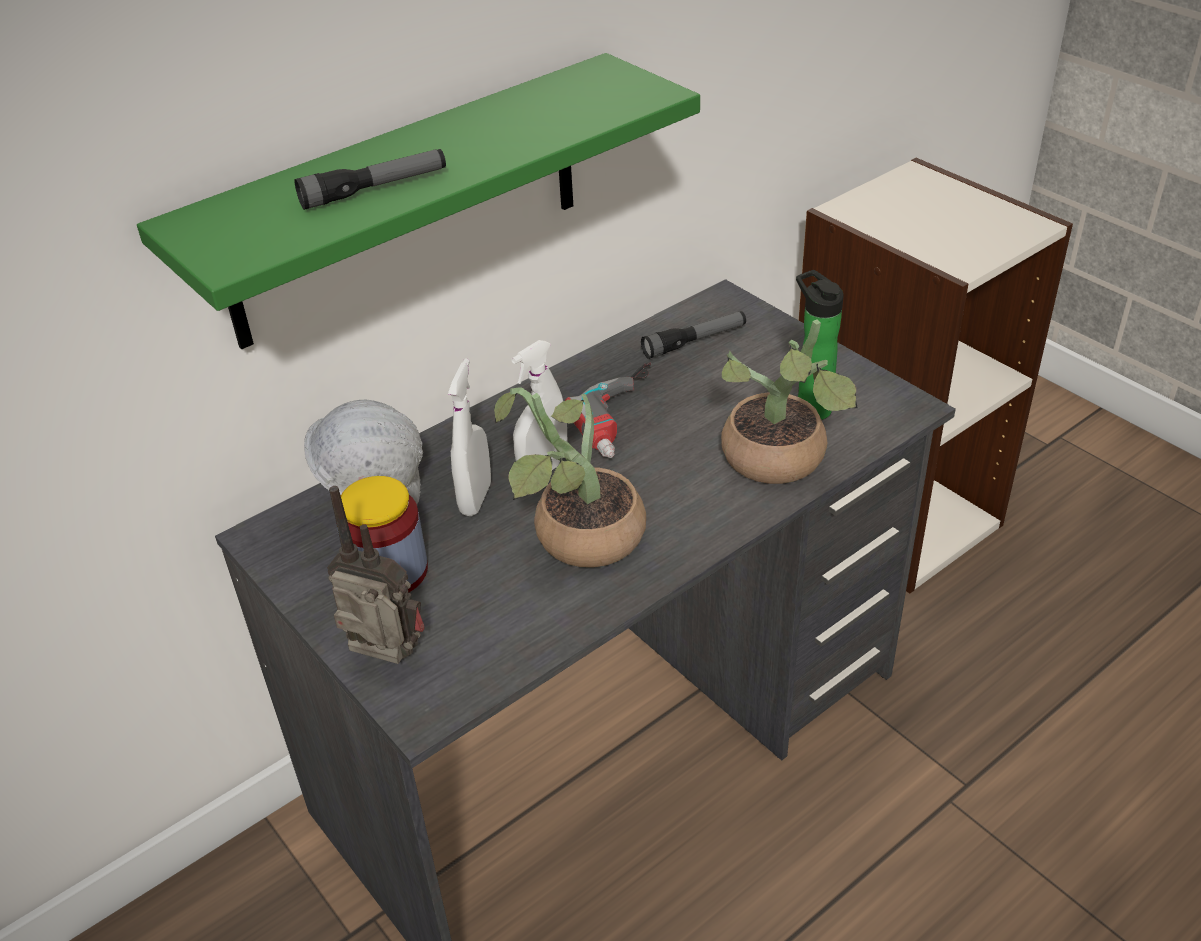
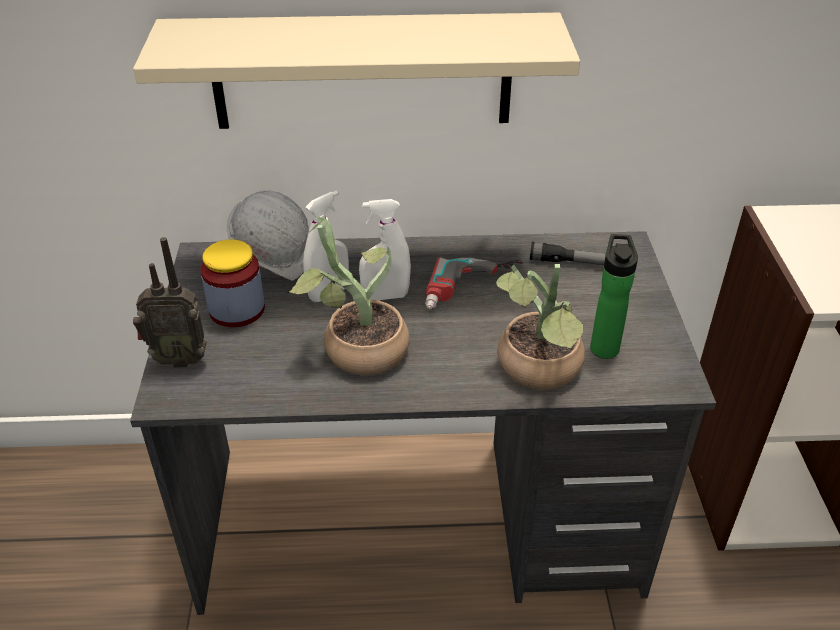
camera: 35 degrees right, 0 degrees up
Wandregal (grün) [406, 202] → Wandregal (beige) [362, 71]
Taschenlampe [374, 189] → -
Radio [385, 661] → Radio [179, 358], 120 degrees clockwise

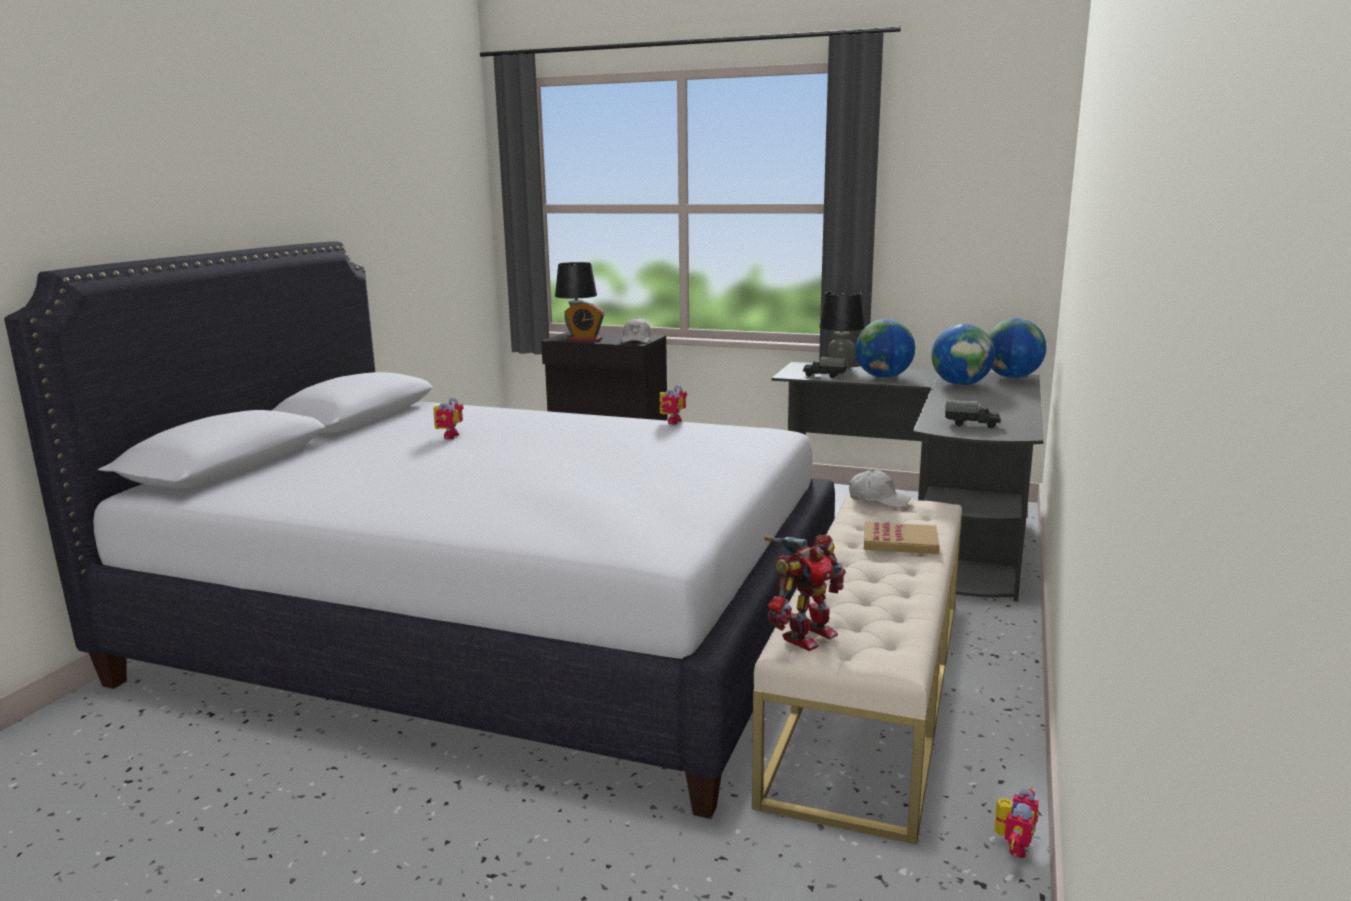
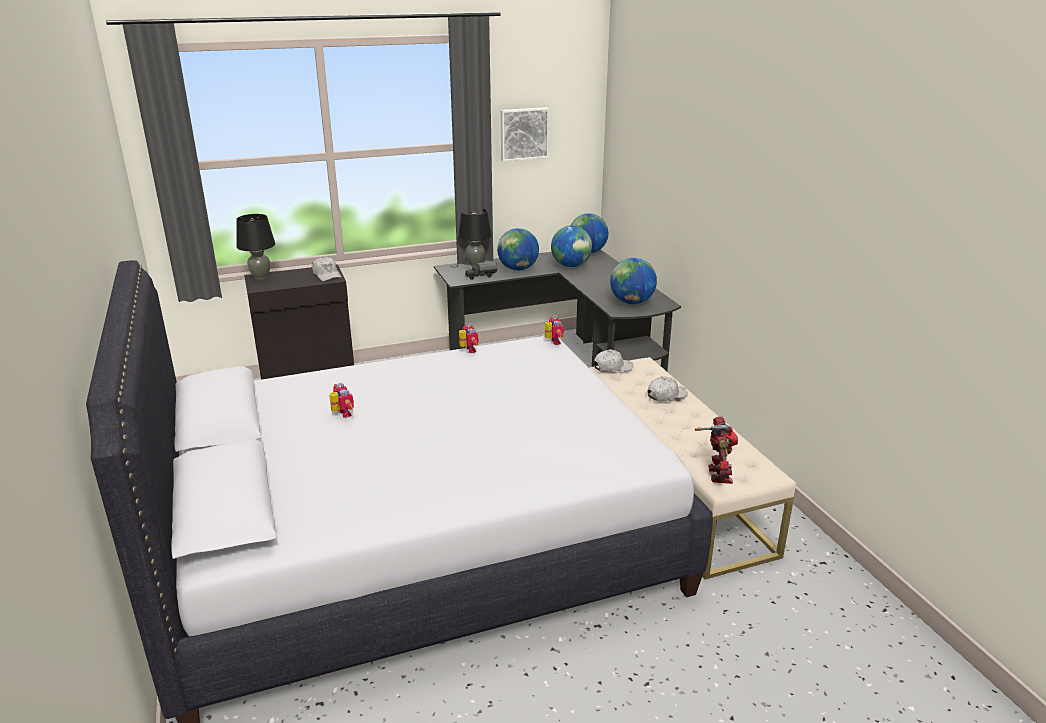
camera: 40 degrees left, 10 degrees up
Wecker [585, 340] → -
Spielzeuglaster [972, 425] → Globus [631, 302]
Buch [900, 542] → Kappe (weiß) [666, 395]
Spielzeugroboter [1012, 845] → Spielzeugroboter [553, 342], relocated
- → Bild [523, 133]

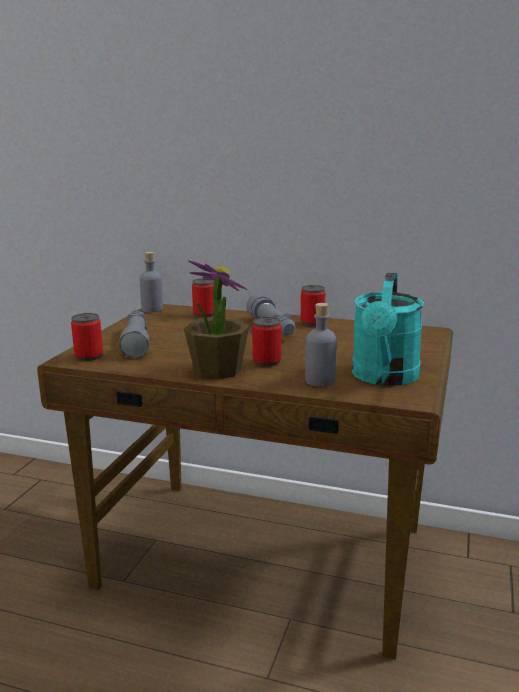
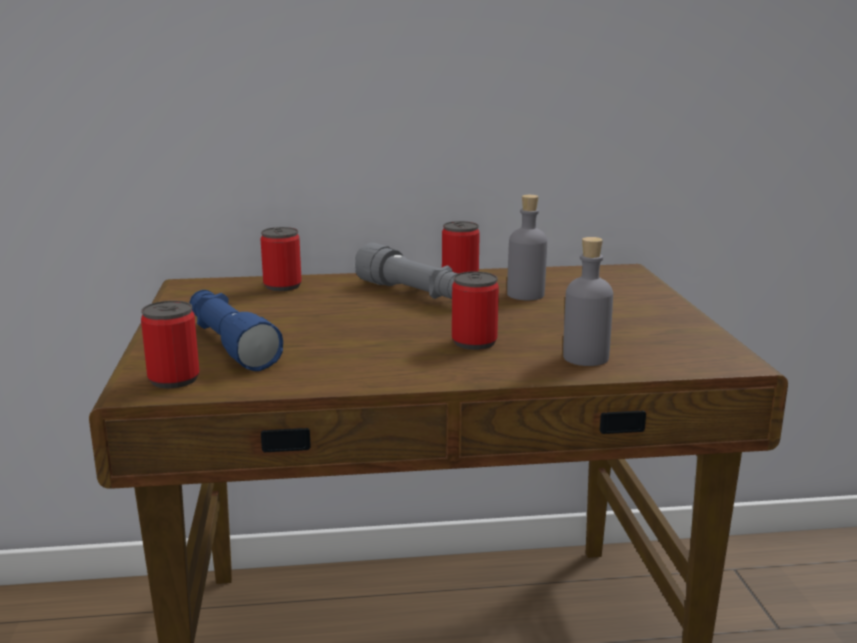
camera: 25 degrees left, 0 degrees up
Flasche (grau) [152, 309] → Flasche (grau) [525, 295], relocated
Topfpflanze [217, 370] → -
Gießkanne (türkis) [384, 378] → -
Taschenlampe (grau) [136, 343] → Taschenlampe (blau) [229, 344]

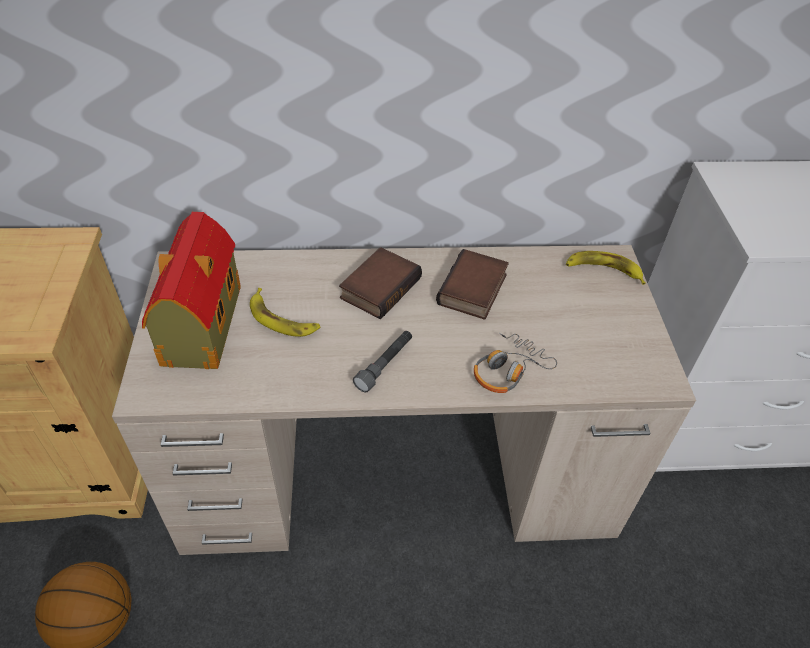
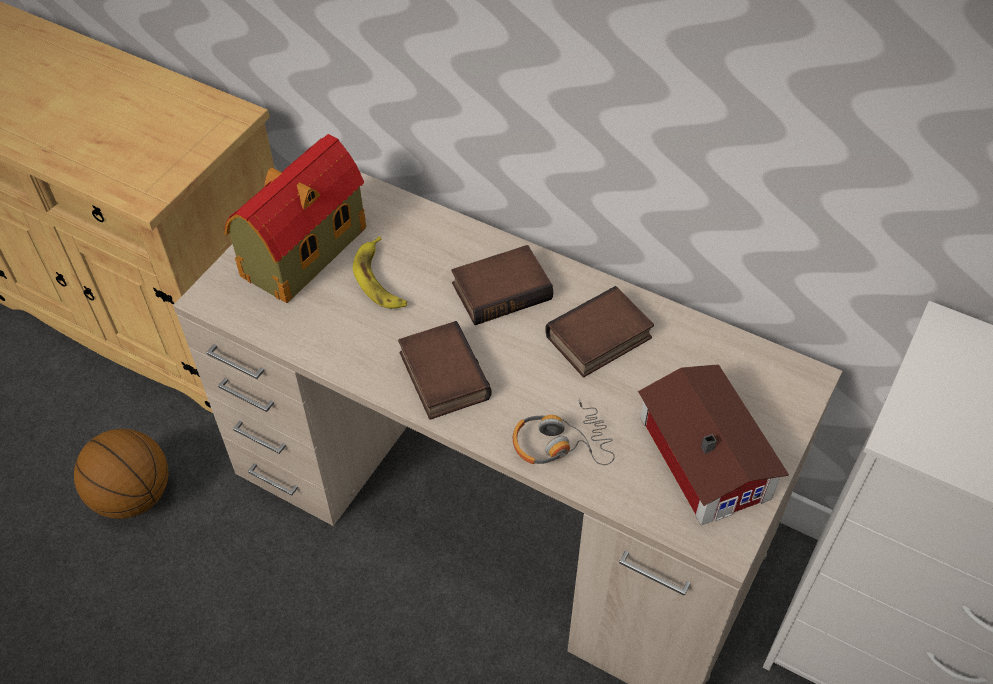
camera: 35 degrees right, 5 degrees up
Banane [603, 270] → -
Taschenlampe (grau) [385, 365] → Buch [440, 375]
- → Spielzeughaus [705, 453]

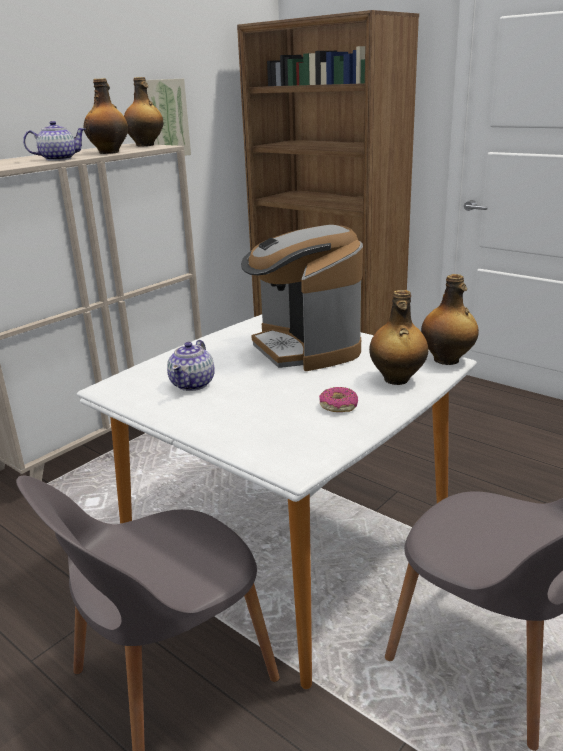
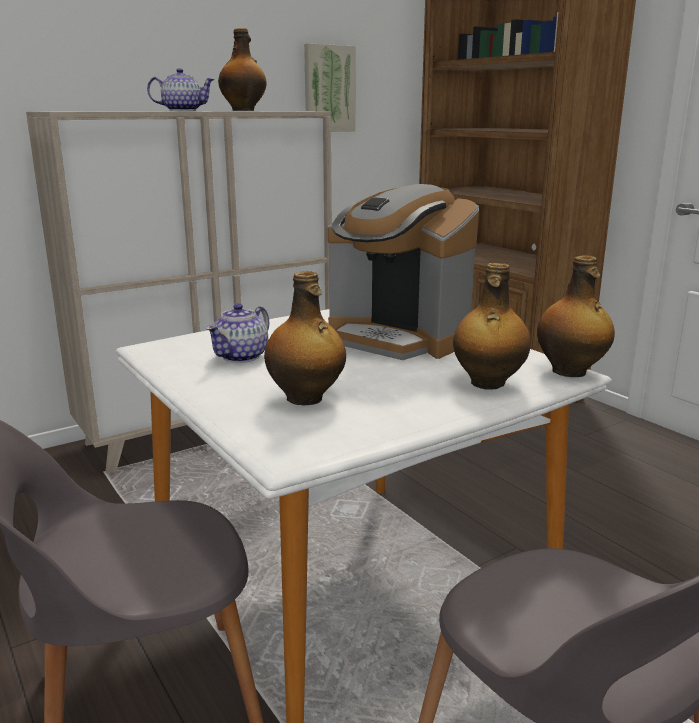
camera: 15 degrees right, 5 degrees down
Flasche [146, 145] → Flasche [305, 398], relocated
Kaffeemaschine [305, 348] → Kaffeemaschine [398, 338], 45 degrees counterclockwise
Donut [338, 406] → -

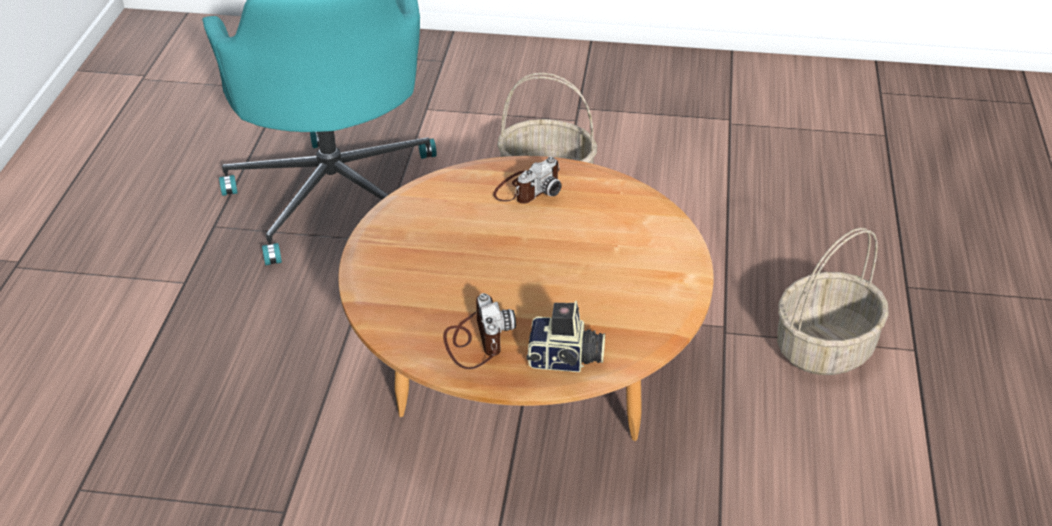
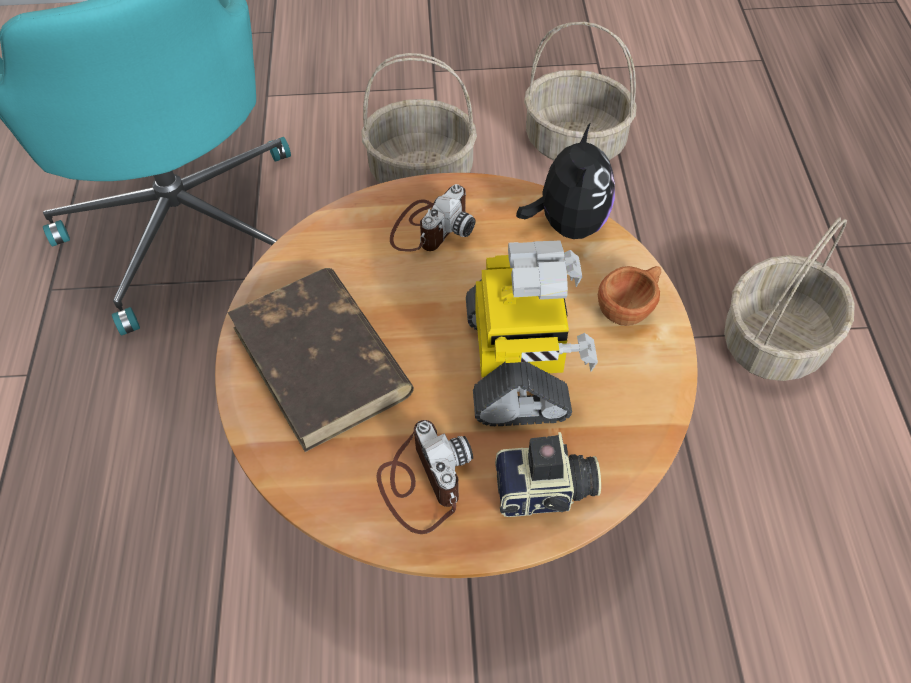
camera: 10 degrees left, 15 degrees up
- → Korb [573, 143]
- → Plüschtier [568, 224]
- → Spielzeugroboter [519, 364]
- → Tasse (braun) [630, 307]
- → Buch (braun) [322, 362]

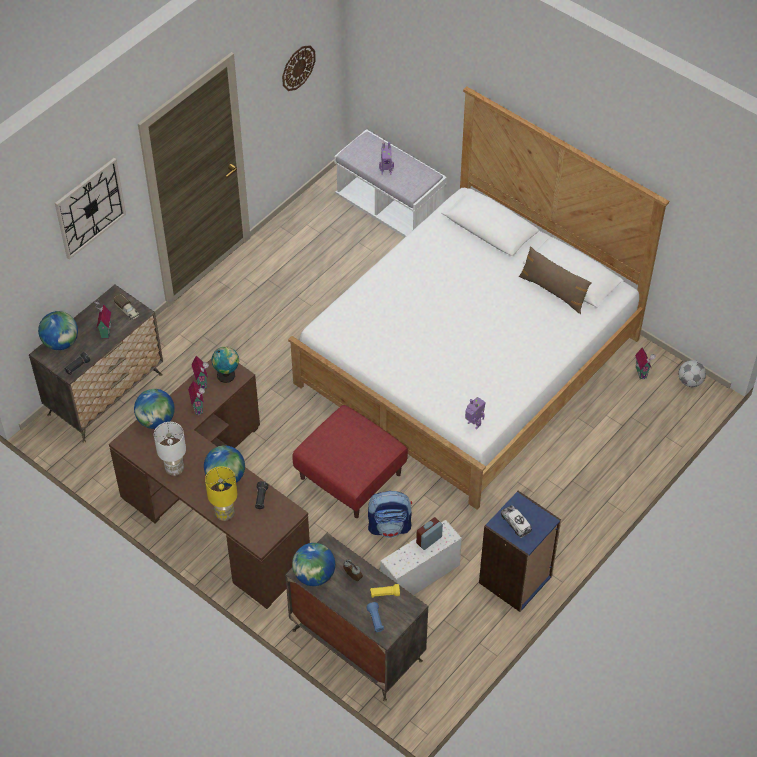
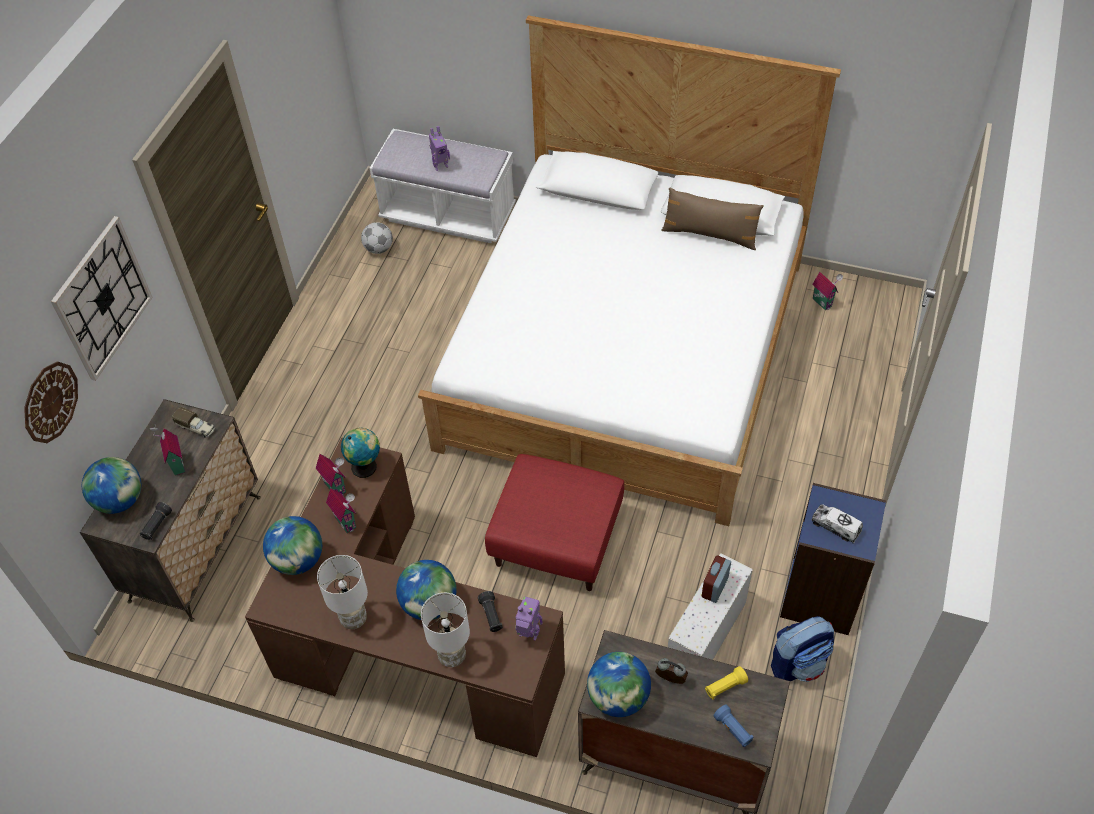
camera: 20 degrees left, 0 degrees up
Wanduhr [298, 67] → Wanduhr [50, 402], relocated
Fußball [690, 381] → Fußball [379, 248], relocated
Spielzeugroboter [473, 424] → Spielzeugroboter [528, 634], relocated
Tischlampe (gelb) [224, 514] → Tischlampe (weiß) [451, 656]
Rucksack [390, 526] → Rucksack [798, 663], relocated

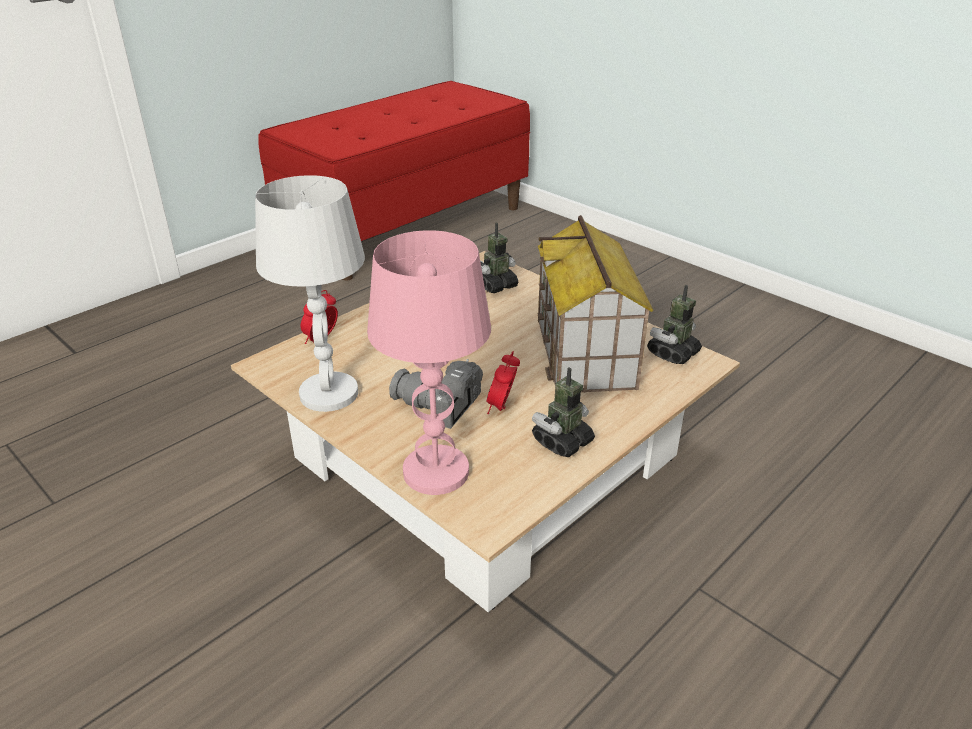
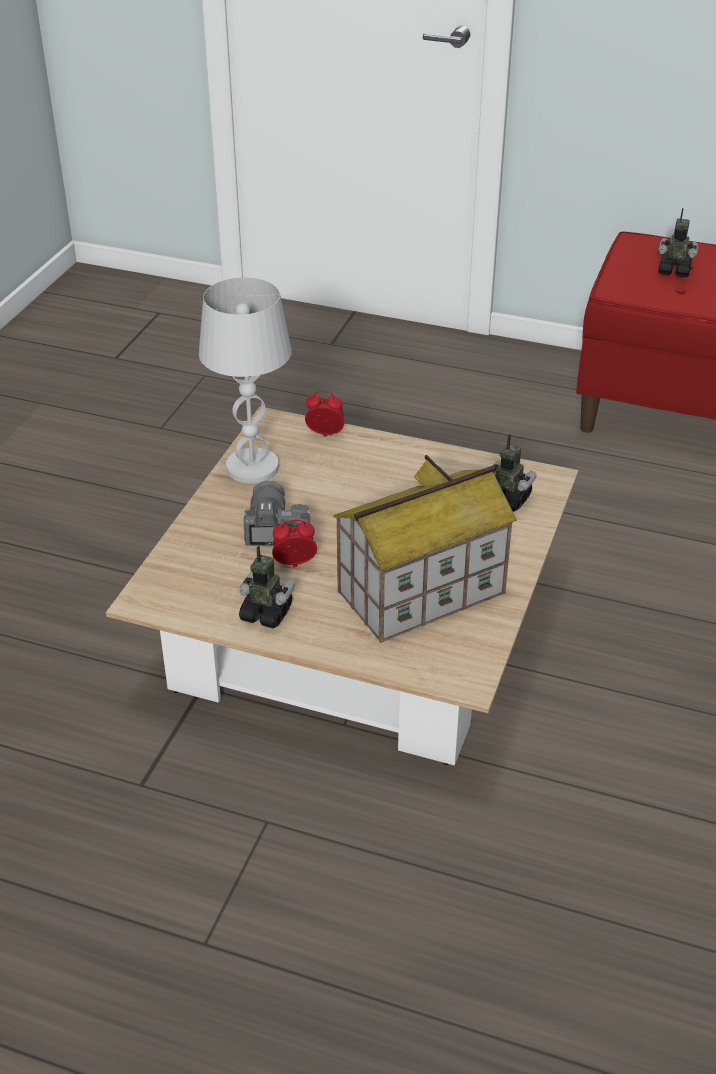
camera: 65 degrees right, 5 degrees up
Tischlampe (rosa) [436, 471] → -
Spielzeugroboter [673, 353] → Spielzeugroboter [674, 270], relocated

